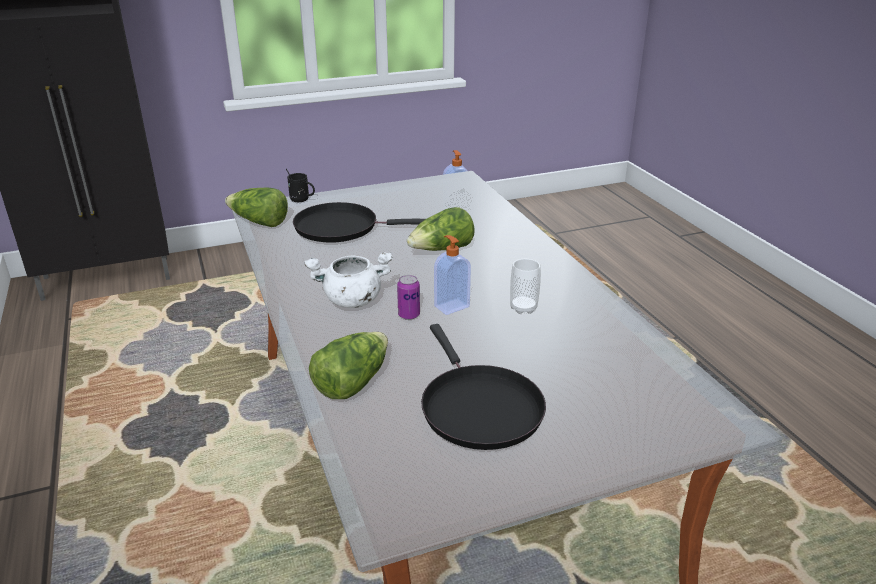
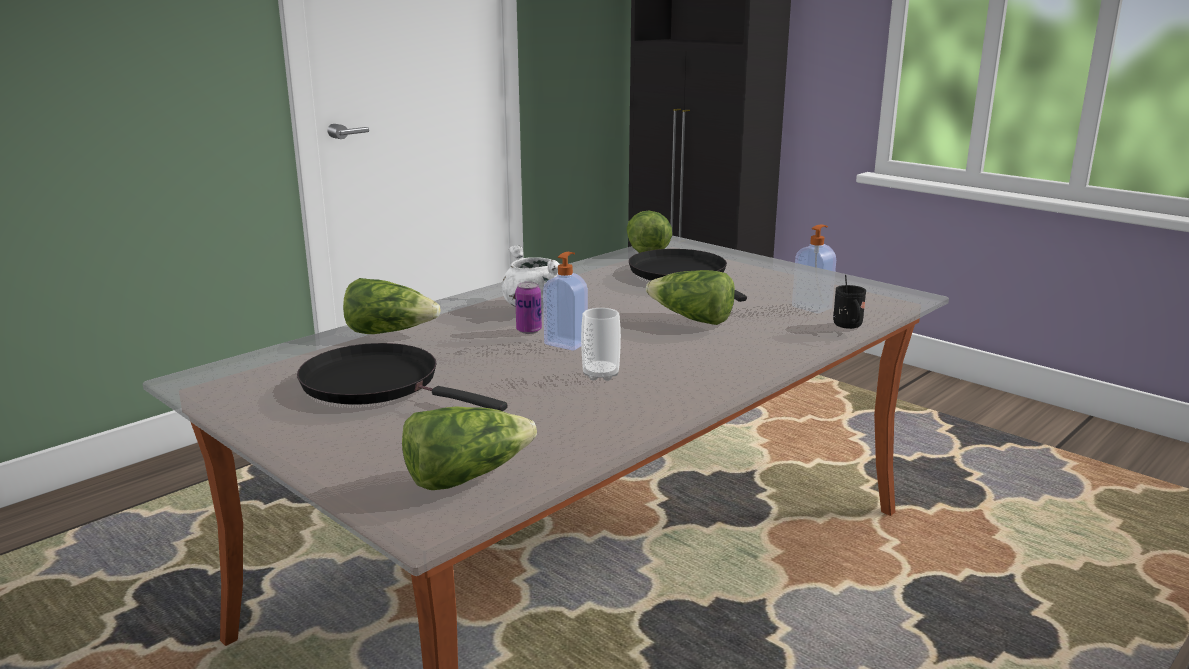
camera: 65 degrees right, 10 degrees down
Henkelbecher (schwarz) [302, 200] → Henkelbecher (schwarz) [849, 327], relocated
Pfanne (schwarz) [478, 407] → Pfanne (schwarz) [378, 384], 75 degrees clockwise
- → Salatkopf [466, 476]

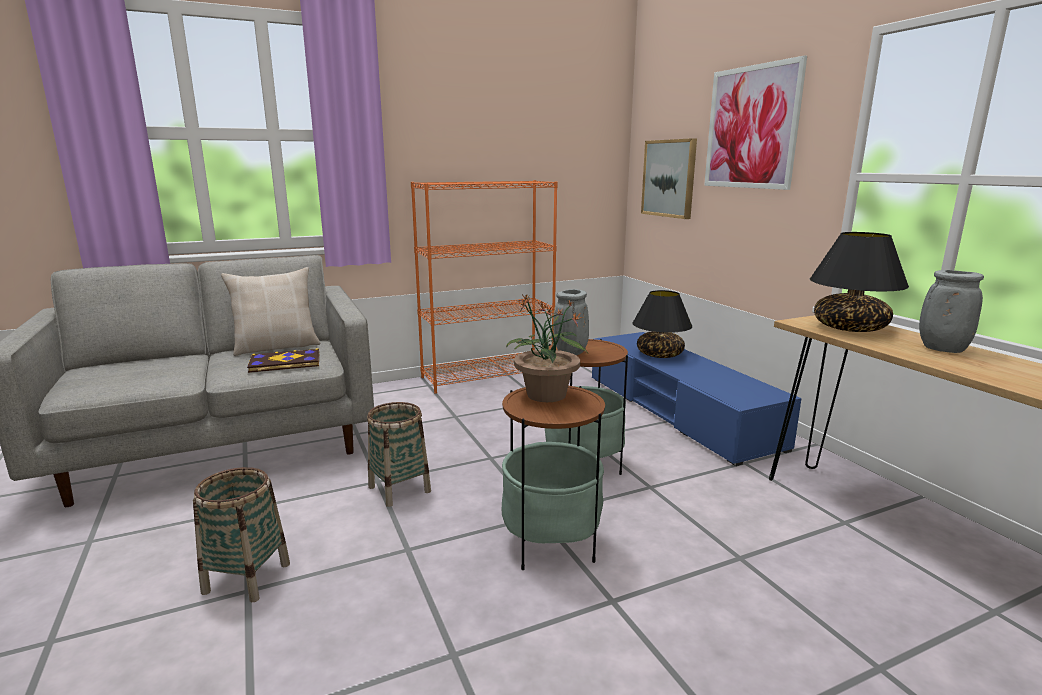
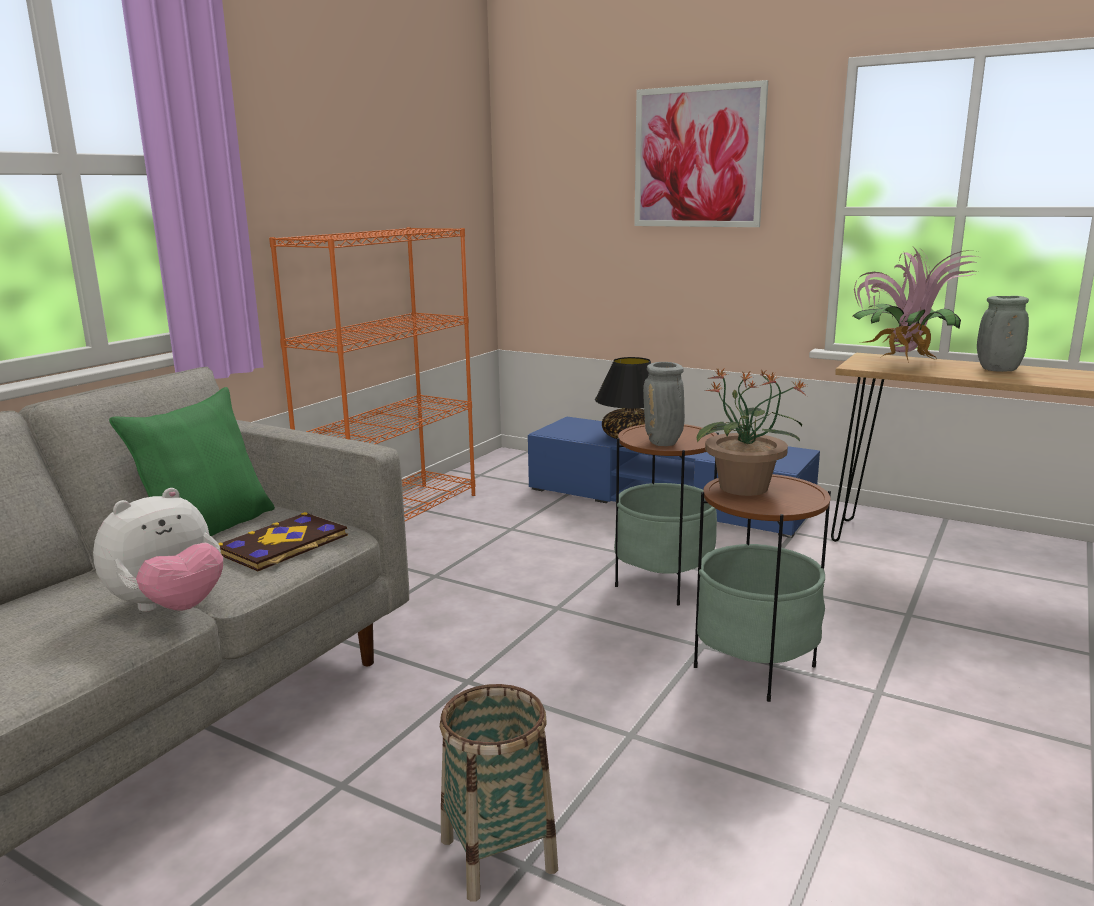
camera: 35 degrees left, 0 degrees up
Bild [669, 178] → -
Tischlampe (schwarz) [849, 328] → Topfpflanze [902, 364]
Kissen (beige) [277, 347] → Kissen (grün) [208, 529]
Korb [399, 489] → -
- → Plüschtier [170, 608]

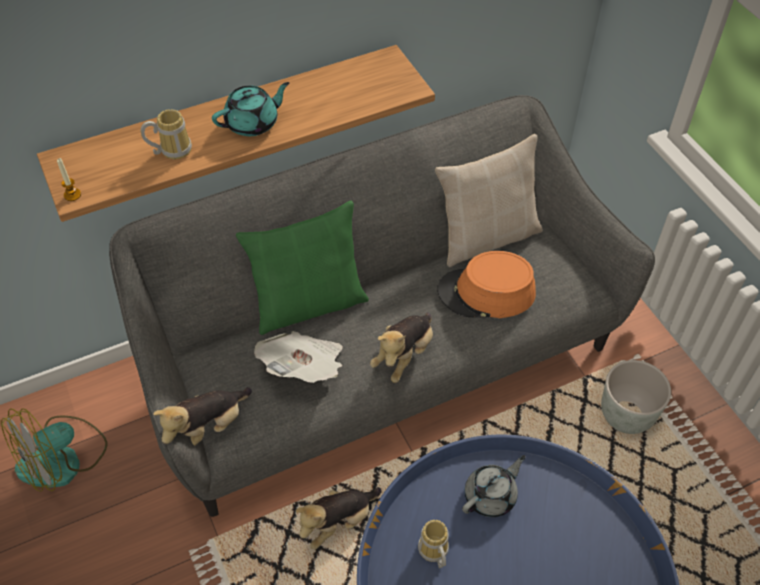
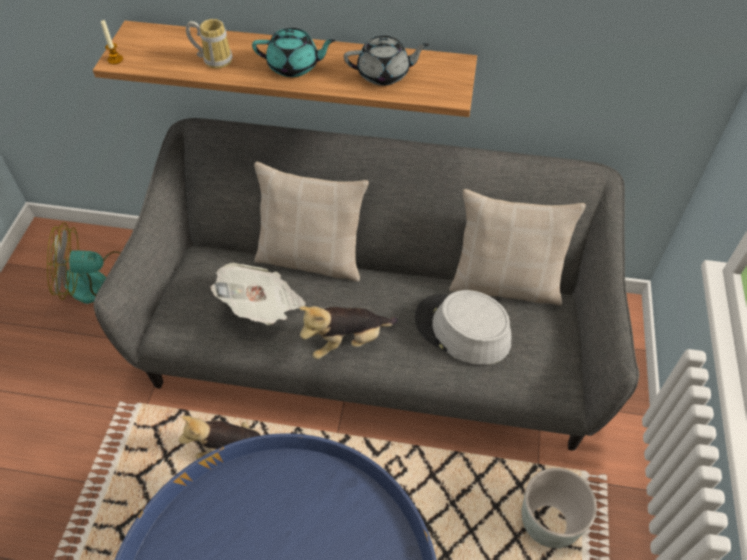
camera: 35 degrees right, 0 degrees up
Kissen (grün) [309, 303] → Kissen (beige) [311, 258]
Hut (orange) [486, 293] → Hut (grau) [462, 330]
Plüschtier [208, 429] → -
Teekanne (grau) [491, 496] → Teekanne (grau) [384, 74], relocated
Henkelbecher [433, 553] → -

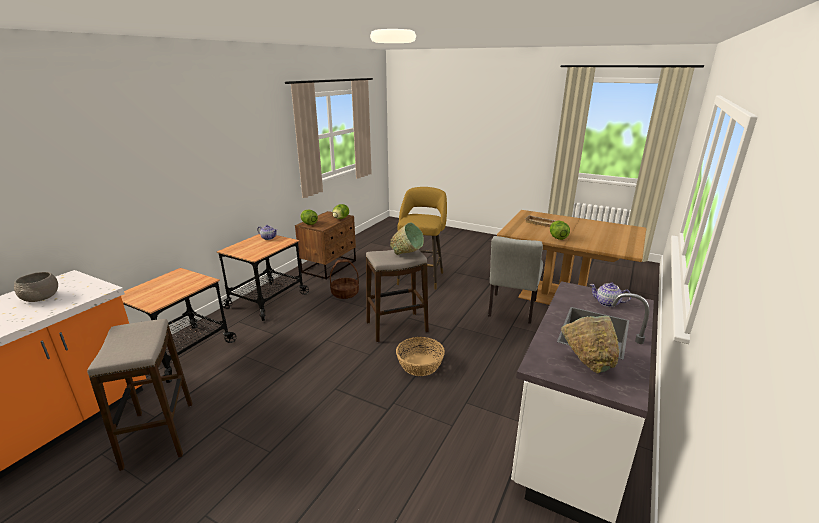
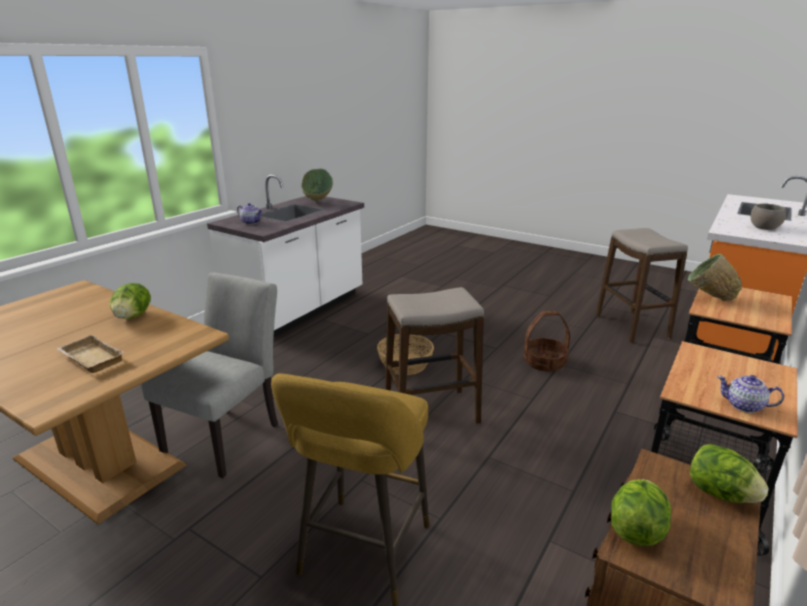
camera: 175 degrees left, 0 degrees up
Schüssel (grün) [407, 255] → Schüssel (grün) [708, 298], relocated
Korb [345, 293] → Korb [544, 362], relocated

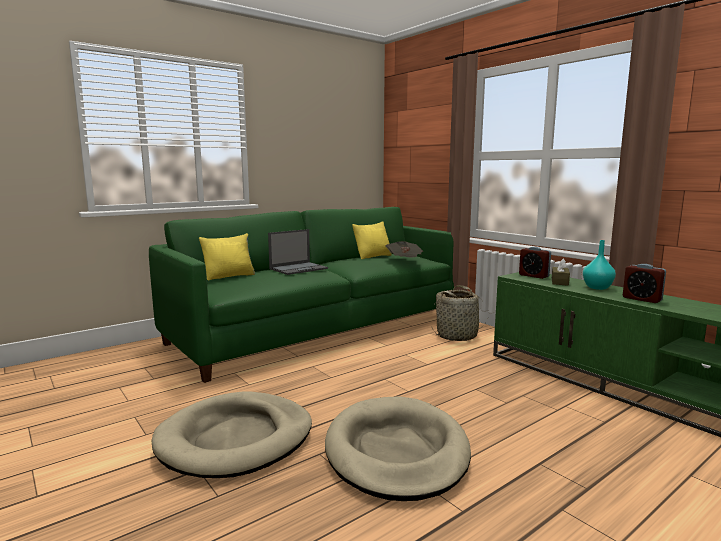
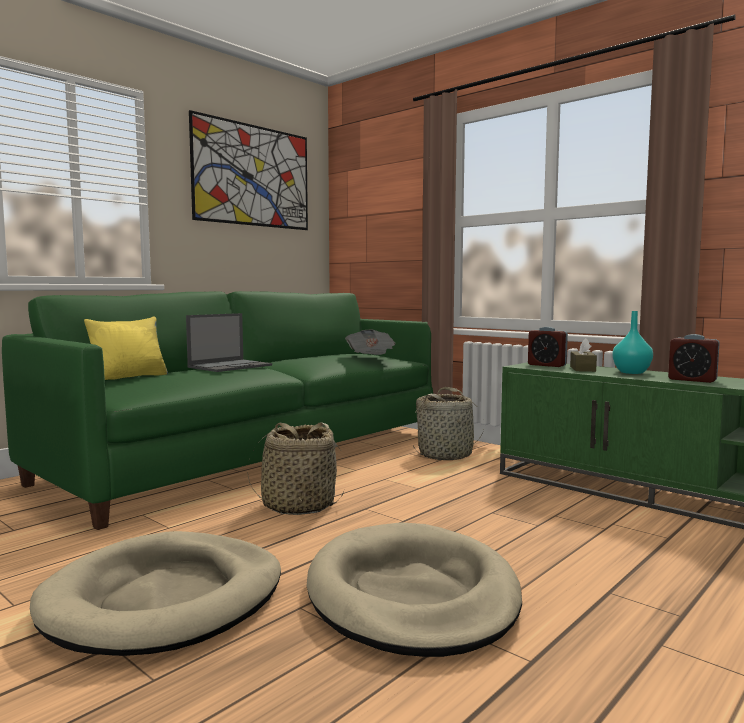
camera: 10 degrees left, 5 degrees down
Kissen (gelb) [373, 256] → -
- → Bild [253, 175]
- → Korb [298, 505]

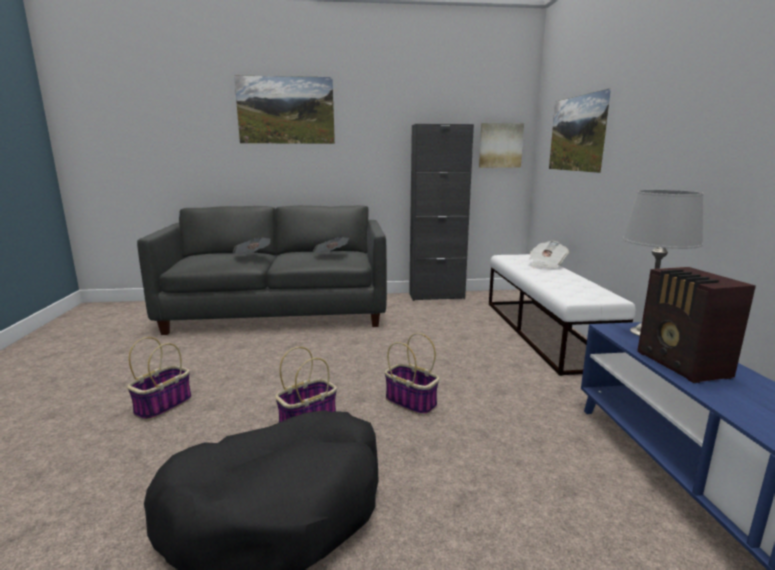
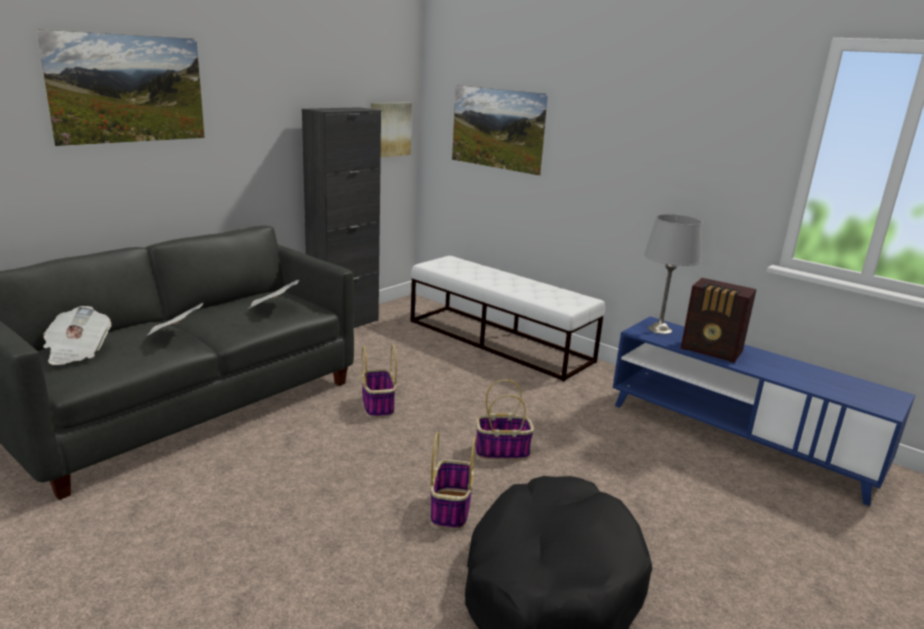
camera: 45 degrees left, 5 degrees up
Zeitung [546, 265] → Zeitung [77, 351], relocated
Korb [163, 405] → Korb [377, 405], relocated

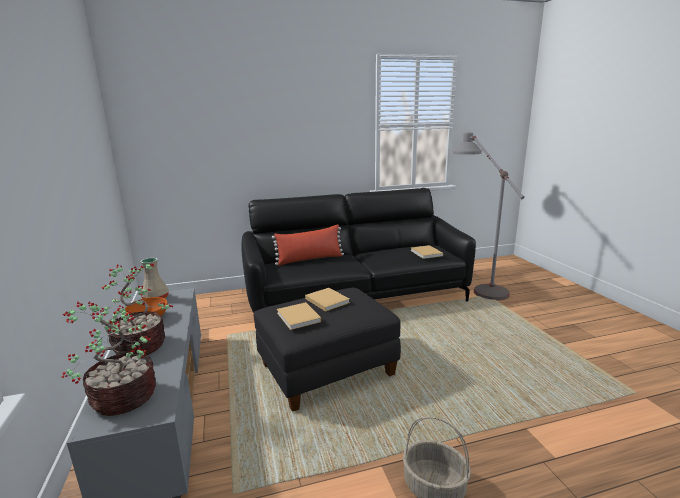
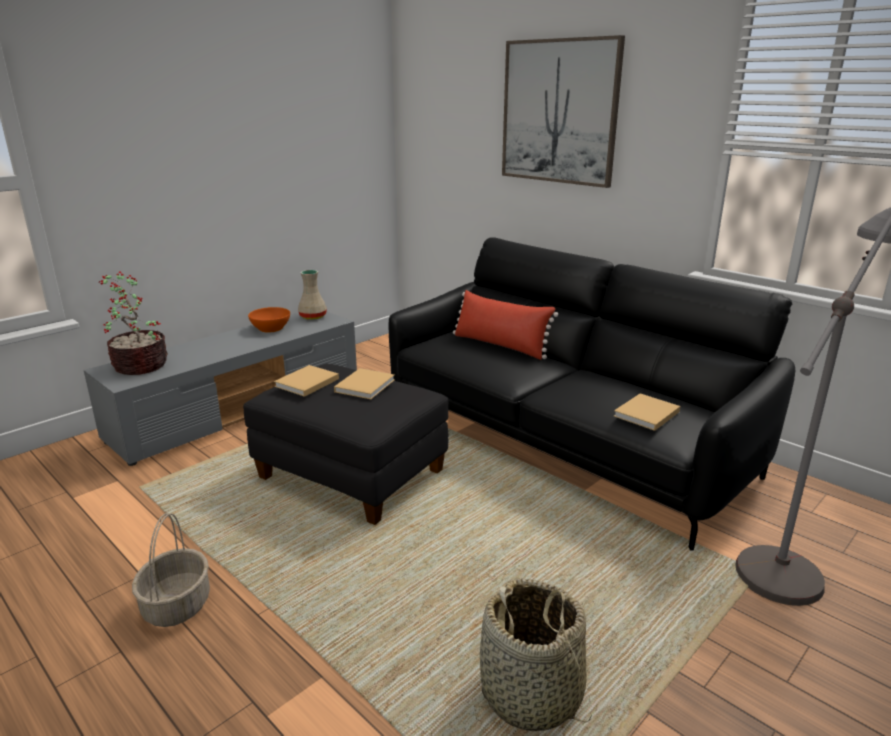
camera: 60 degrees right, 5 degrees up
Topfpflanze [141, 346] → -
- → Bild [559, 112]
- → Korb [531, 694]

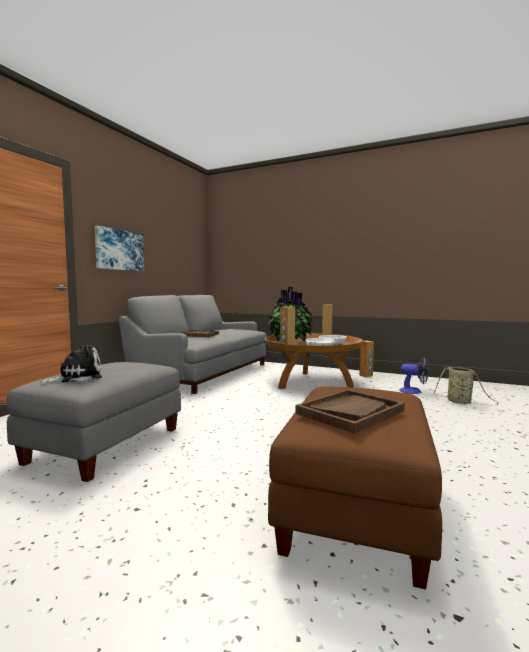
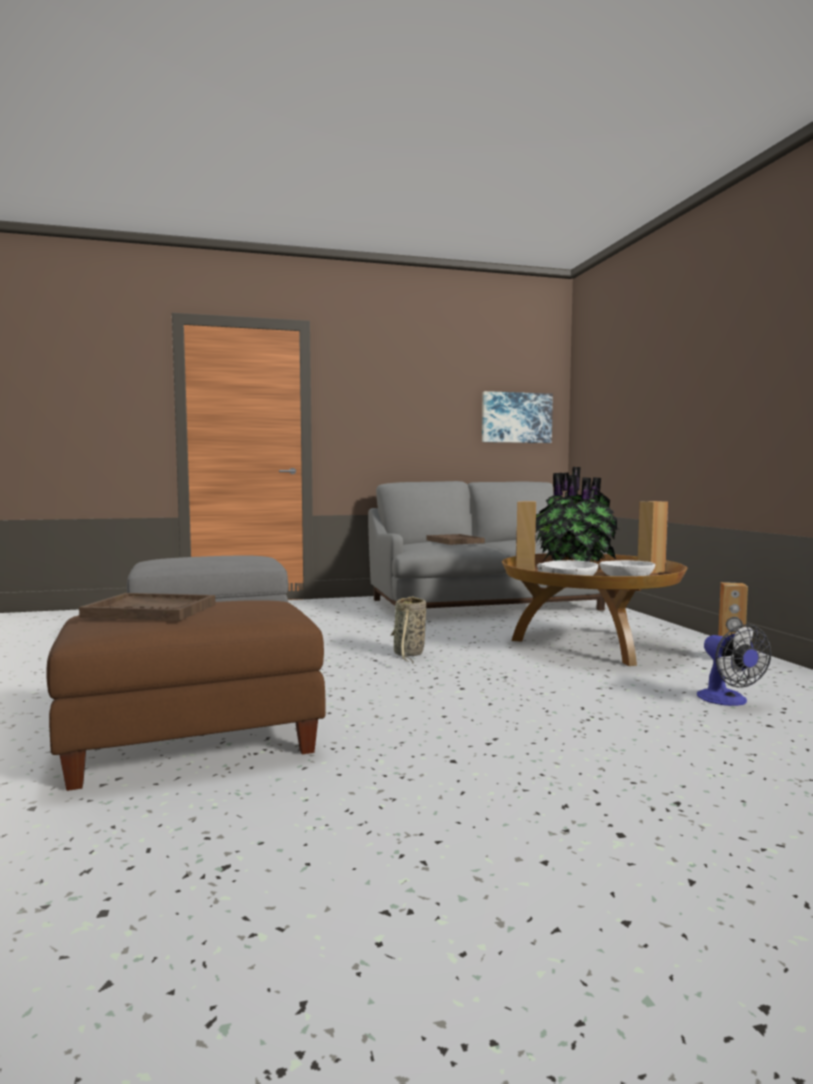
camera: 50 degrees right, 0 degrees up
Bild [119, 250] → Bild [516, 417], relocated
Plüschtier [77, 377] → -
Korb [461, 402] → Korb [408, 654], relocated

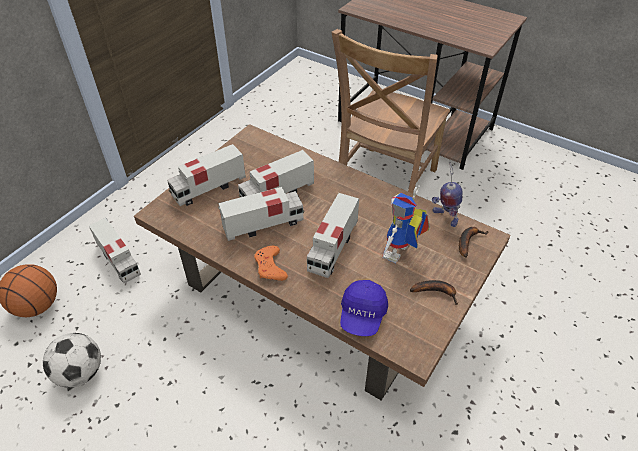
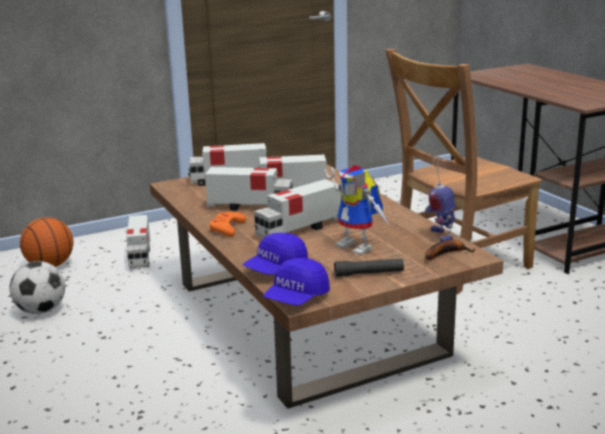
camera: 30 degrees right, 25 degrees down
Spielzeugroboter [399, 255] → Spielzeugroboter [360, 246], 105 degrees counterclockwise
Banane [436, 292] → Taschenlampe (schwarz) [369, 273]
- → Kappe (blau) [296, 298]

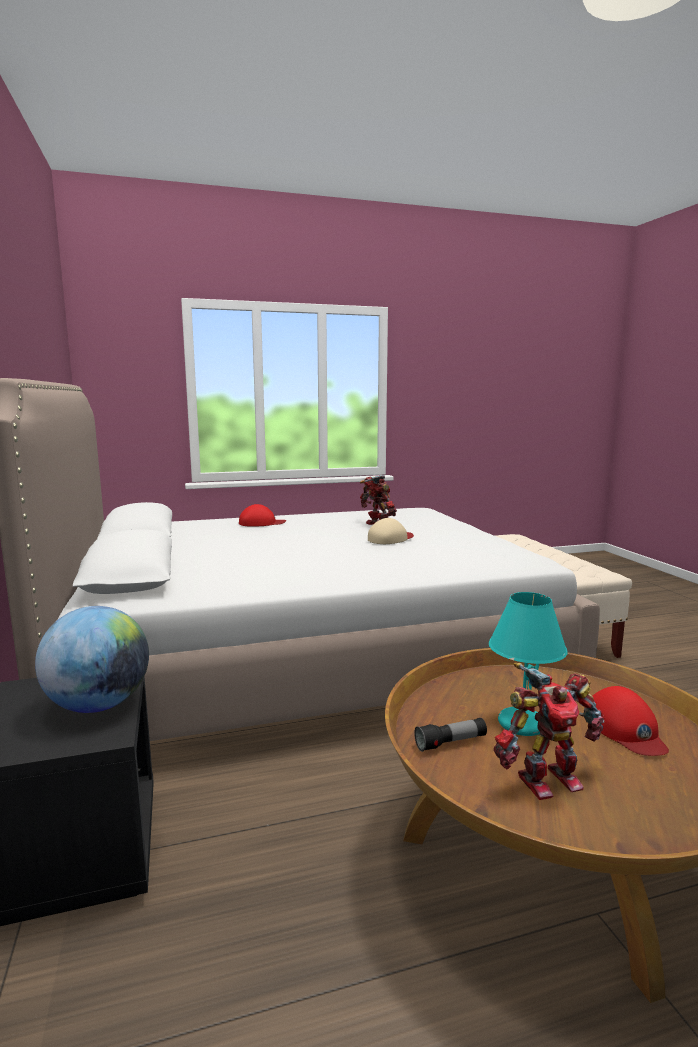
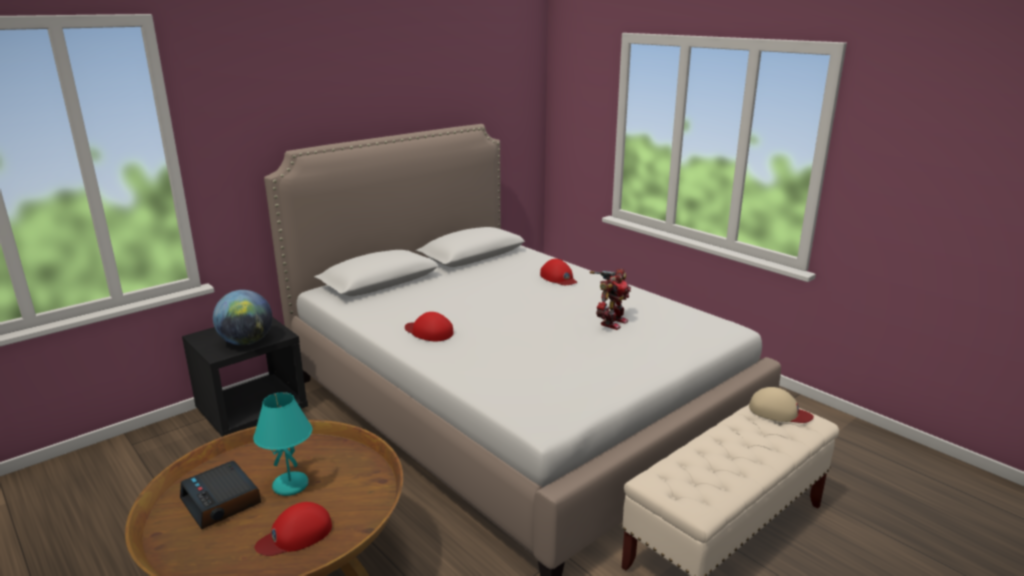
camera: 65 degrees right, 10 degrees up
Kappe (beige) [390, 539] → Kappe (beige) [779, 412], relocated
Spielzeugroboter [546, 779] → Wecker [222, 501]
Taschenlampe [451, 743] → -
- → Kappe (rot) [429, 332]

